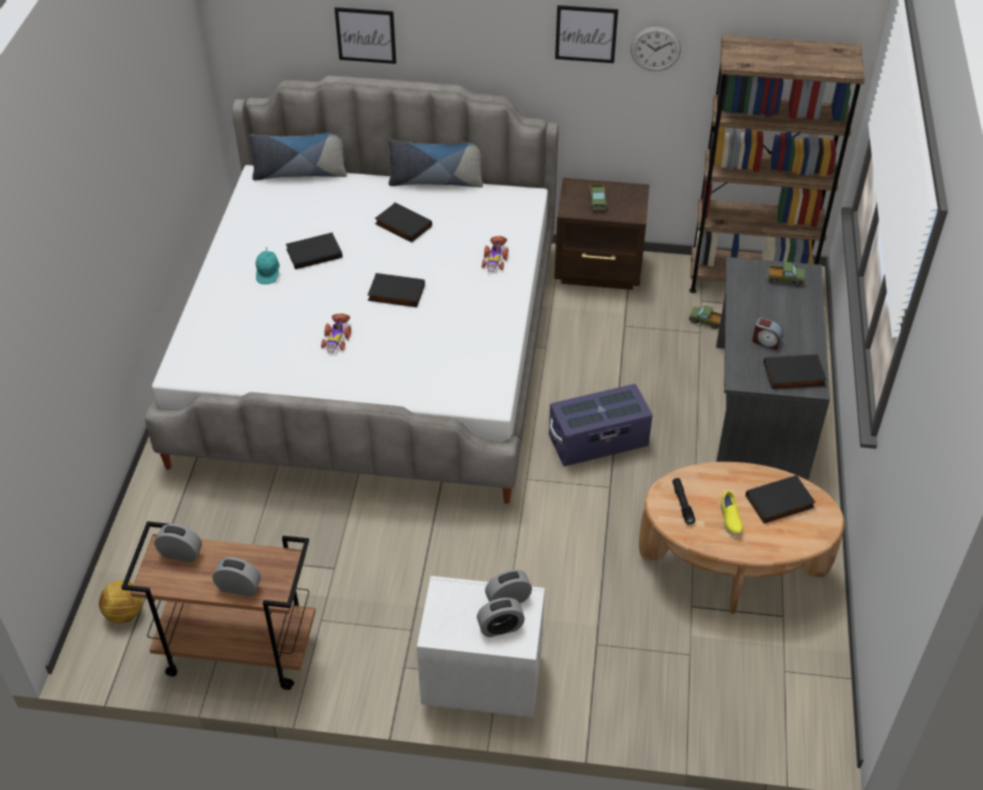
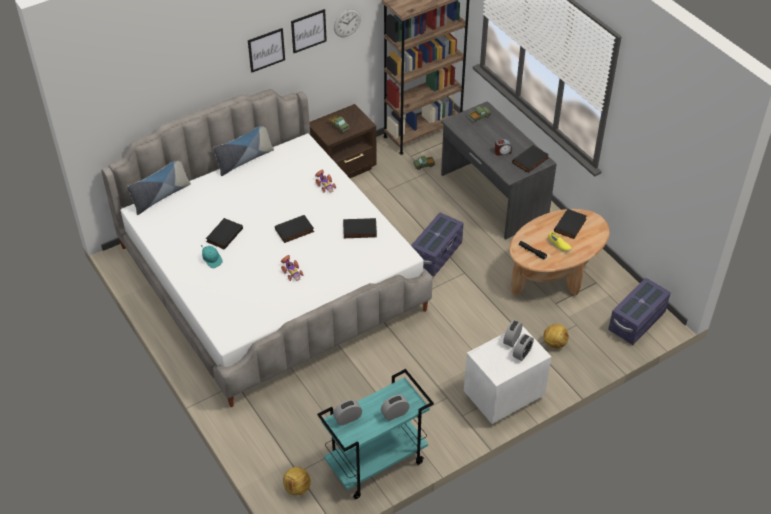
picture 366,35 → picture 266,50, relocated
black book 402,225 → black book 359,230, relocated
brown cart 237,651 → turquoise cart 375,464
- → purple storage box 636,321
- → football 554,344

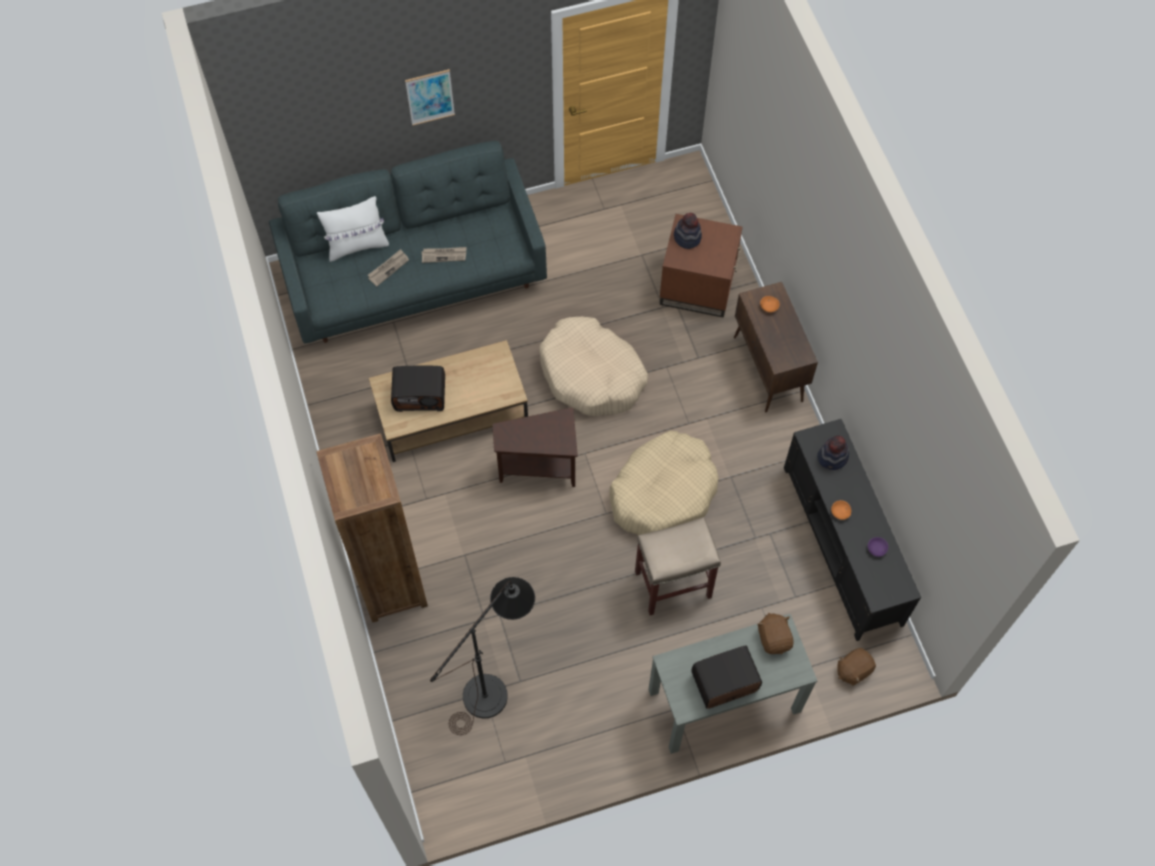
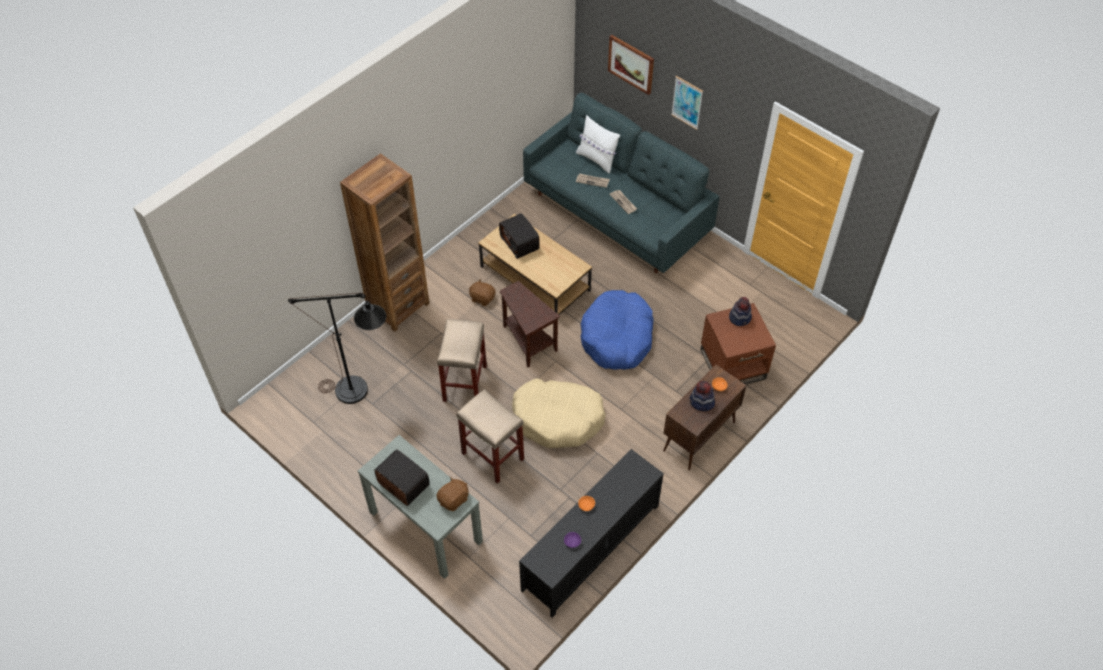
beige dog bed 592,374 → blue dog bed 617,337
hat 832,457 → hat 701,402, relocated
brown plush toy 853,670 → brown plush toy 482,298, relocated
- → picture 631,64
- → beige stool 465,384

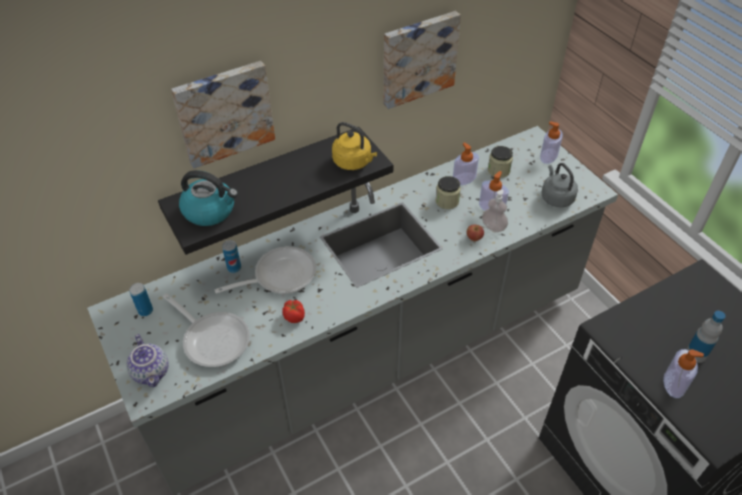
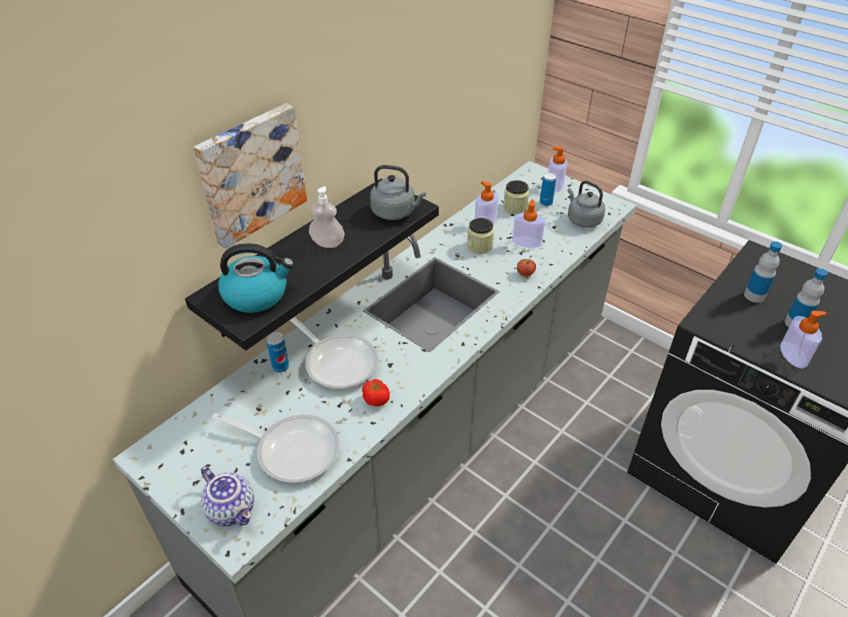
picture 418,58 → -
yellow kettle 354,162 → grey kettle 395,212
soap dispenser 493,227 → soap dispenser 327,243, relocated
frying pan 279,276 → frying pan 337,361, 90 degrees clockwise
can 145,311 → can 546,203, relocated
- → bottle 754,296

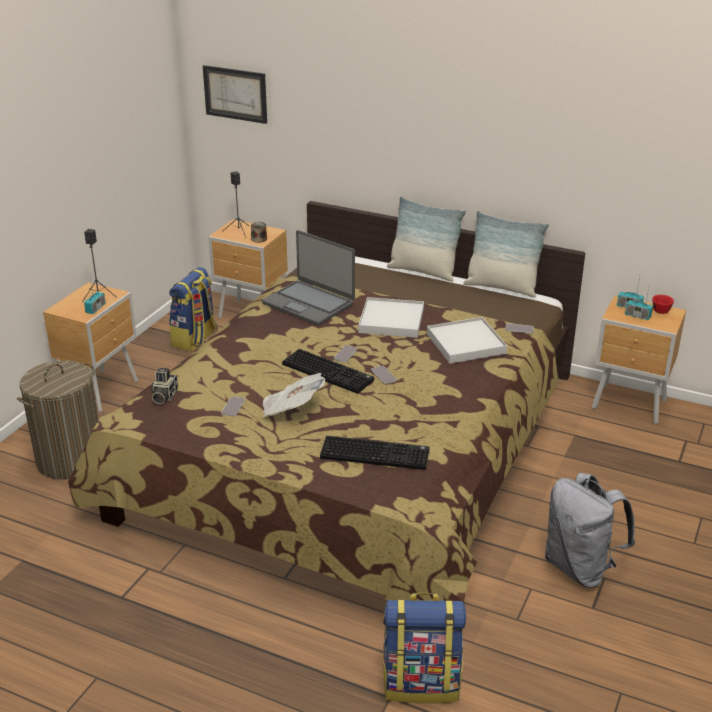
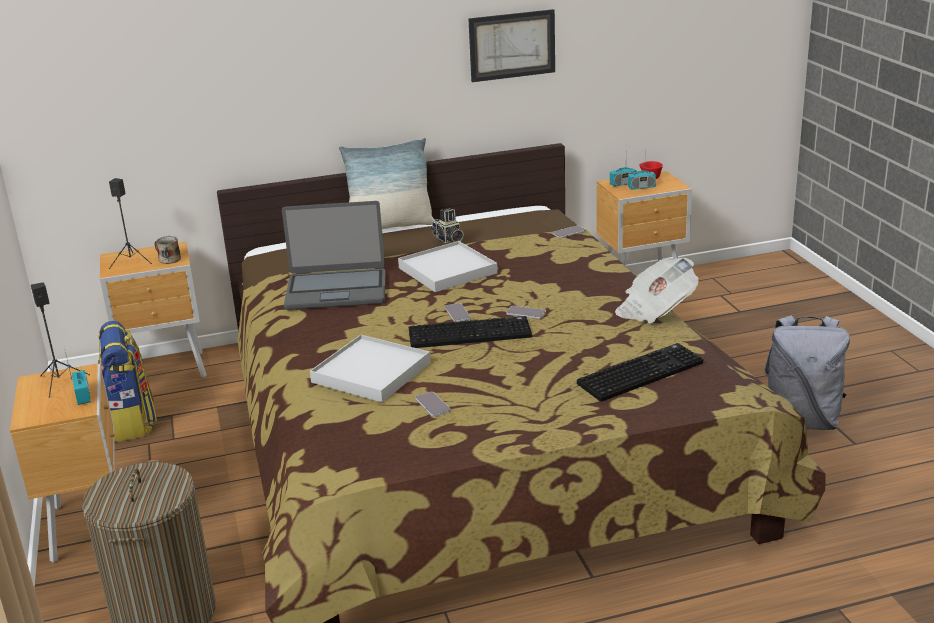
picture 235,94 → picture 512,45, relocated
pillow 501,287 → -
white tray 465,343 → white tray 371,373, relocated
photo camera 163,396 → photo camera 448,239, relocated
newspaper 291,409 → newspaper 655,310, relocated
backpack 422,683 → -

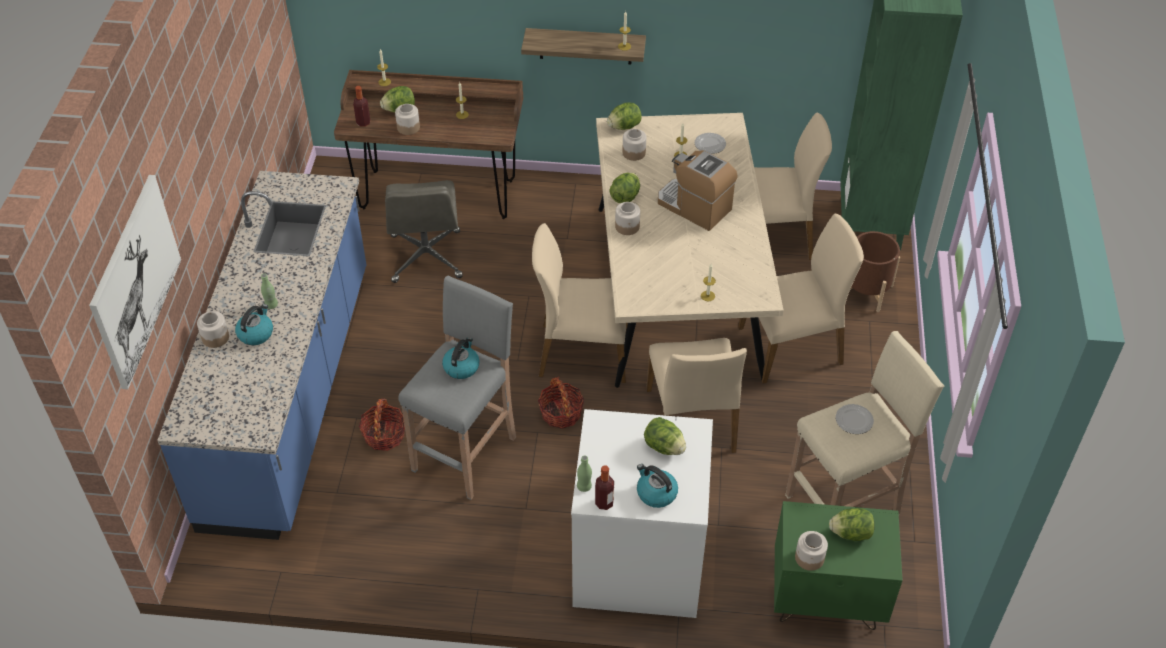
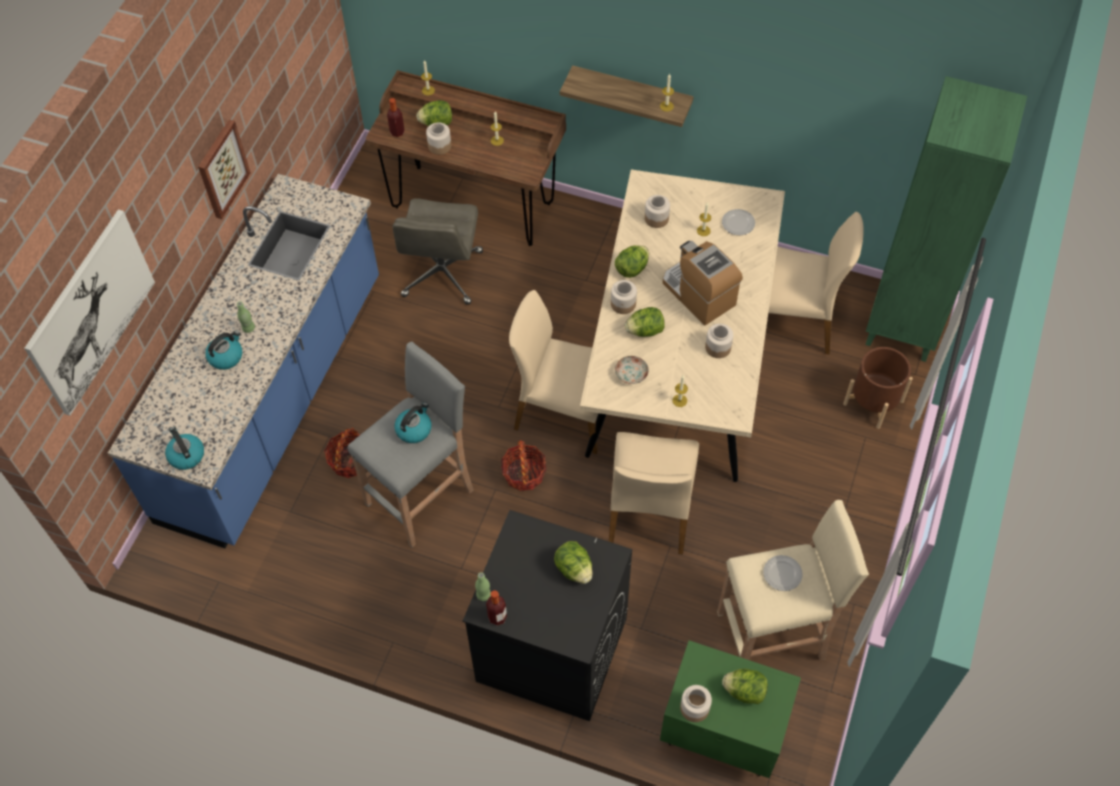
lettuce 624,126 → lettuce 645,330, relocated
beige chair 792,346 → -
jar 215,337 → jar 718,347, relocated
white washing machine 637,562 → black washing machine 550,649
kettle 656,493 → kettle 186,455, relocated
- → picture 222,169
- → plate 631,374

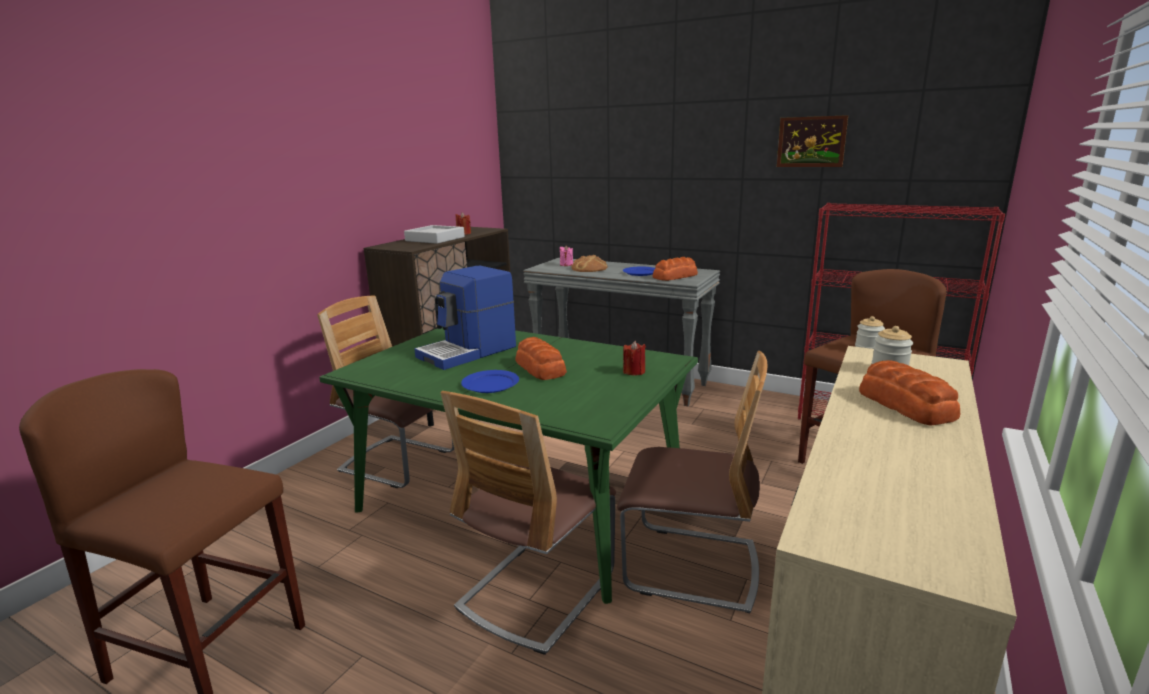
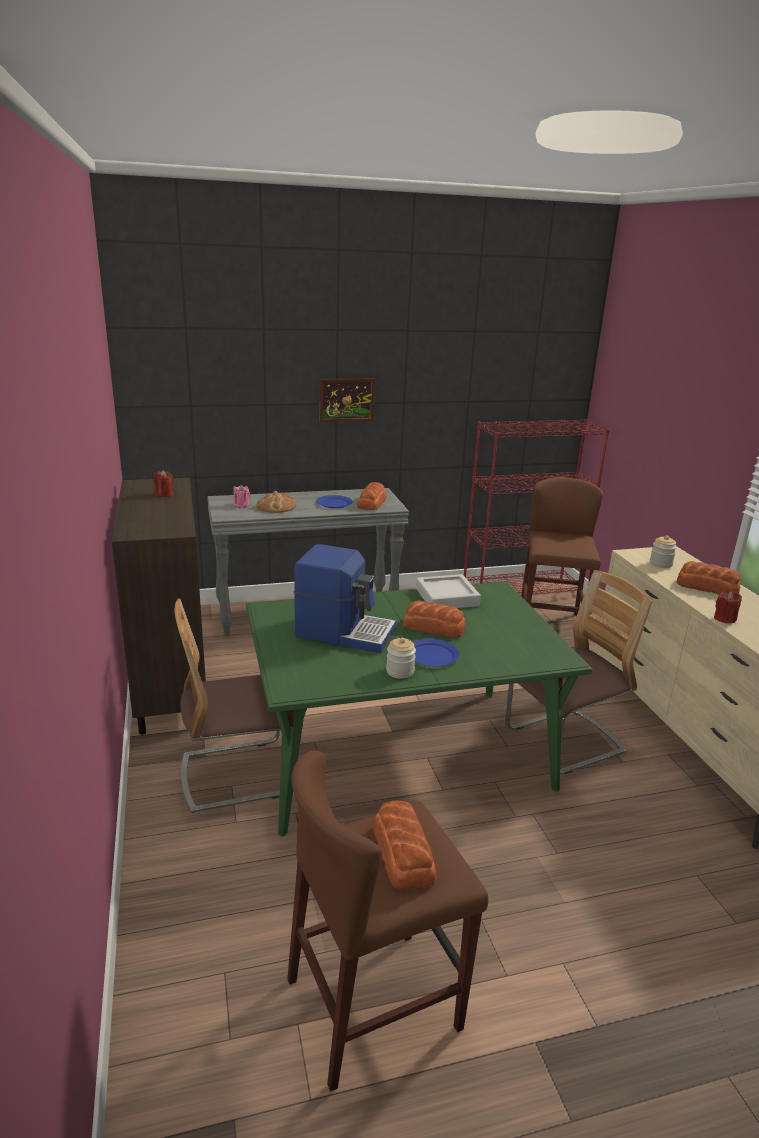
picture 811,142 → picture 346,400, relocated
grey tray 435,239 → grey tray 447,597, relocated
coffee machine 468,352 → coffee machine 345,632, 75 degrees counterclockwise
jar 868,348 → jar 400,671, relocated
red candle 634,372 → red candle 724,619, relocated
chair 537,591 → -
- → bread 403,852

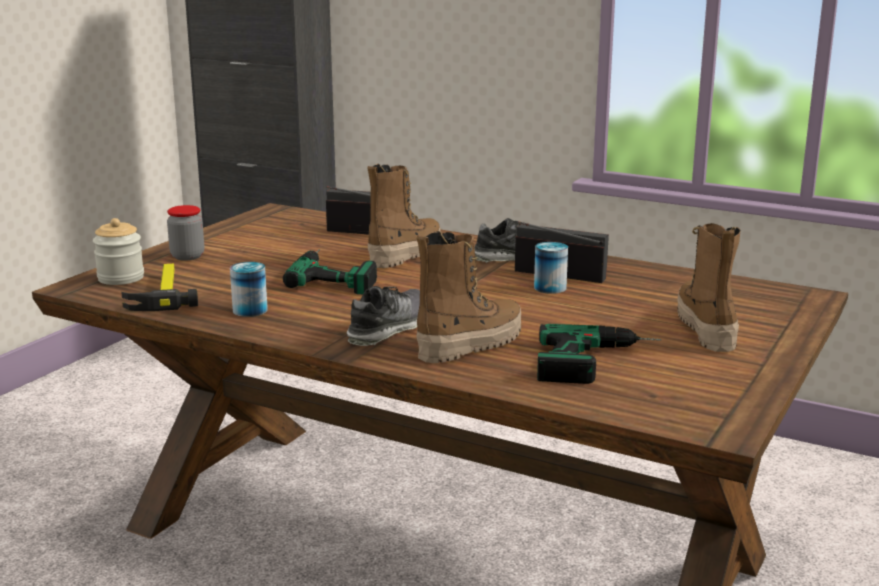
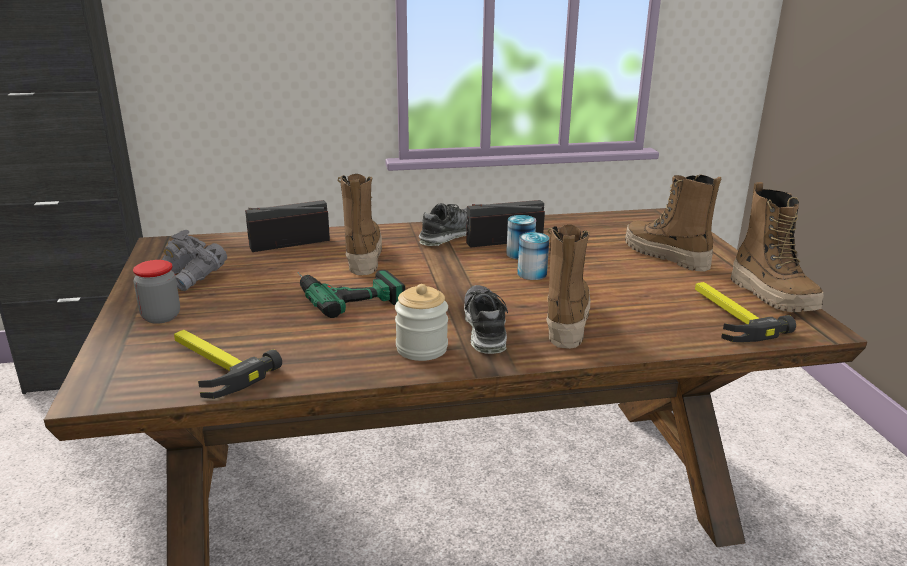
jar 121,278 → jar 421,348, relocated
can 250,310 → can 532,274, relocated
power drill 599,362 → -
- → boot 772,296
- → grey binoculars 191,278
- → hammer 727,316

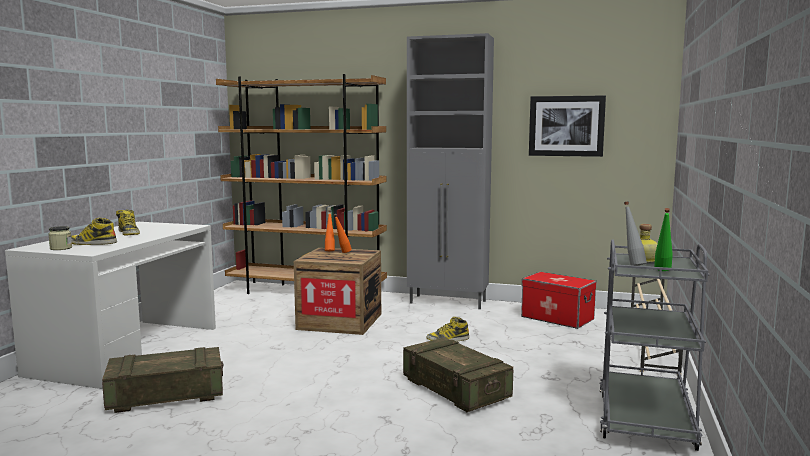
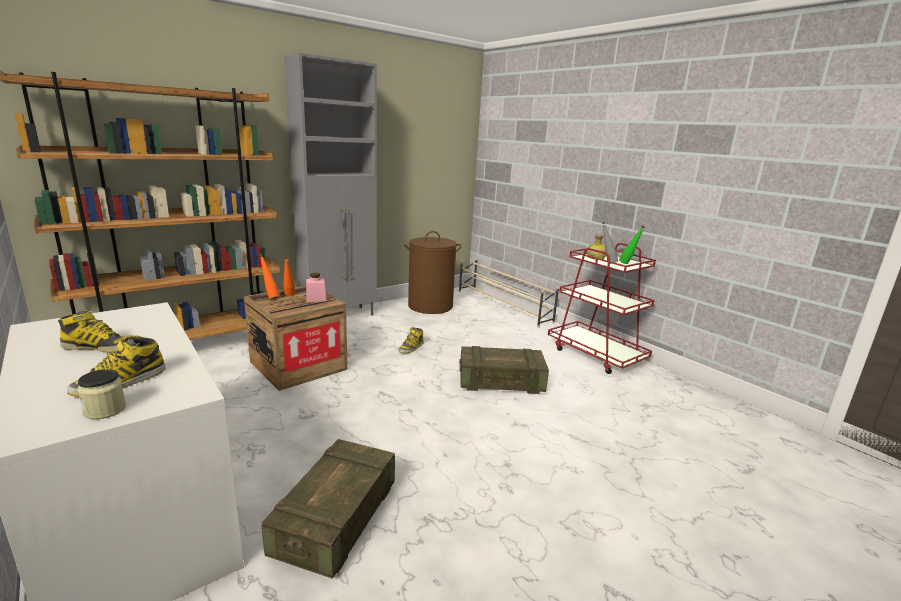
picture 566,126 → -
grey cart 645,419 → red cart 596,354
storage box 557,318 → brown laundry basket 430,306
- → pink jar 316,299

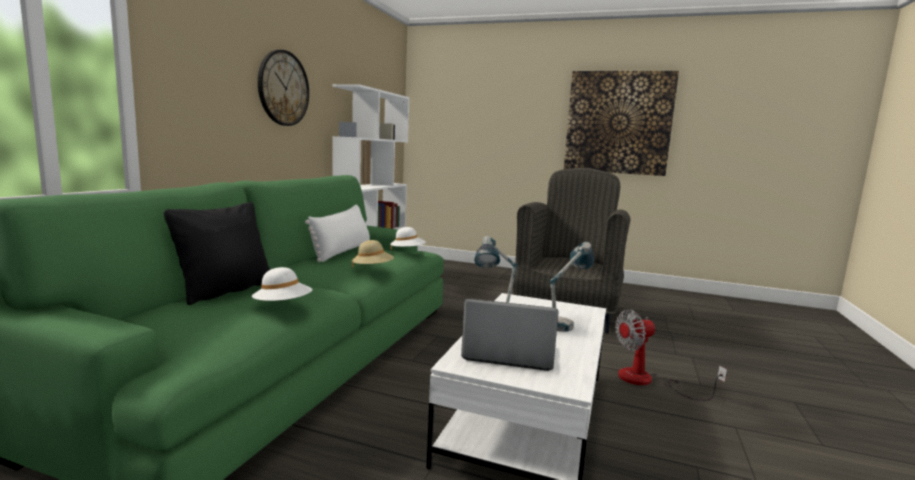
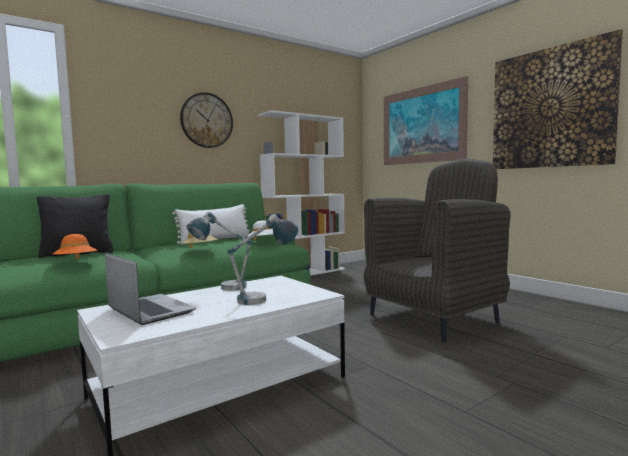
white hat 283,306 → orange hat 76,262
fan 647,381 → -
- → picture 422,125

